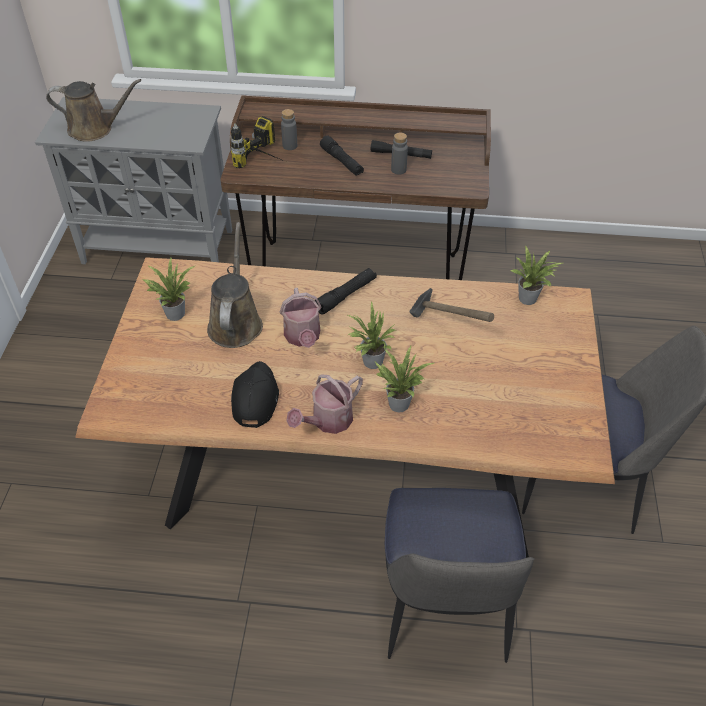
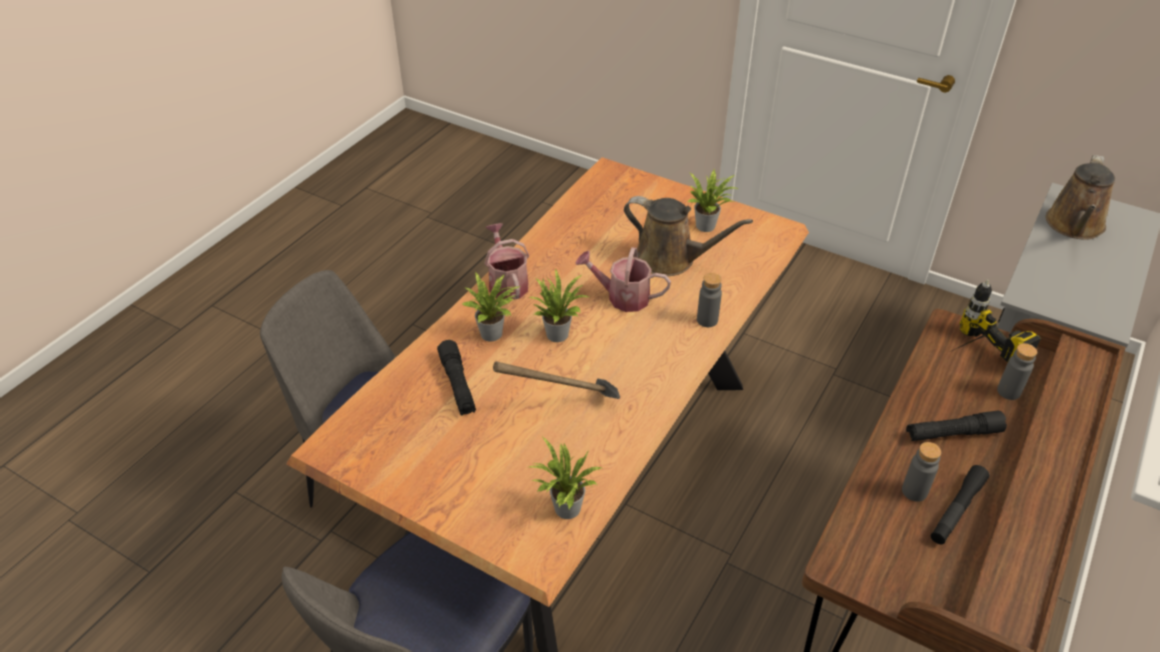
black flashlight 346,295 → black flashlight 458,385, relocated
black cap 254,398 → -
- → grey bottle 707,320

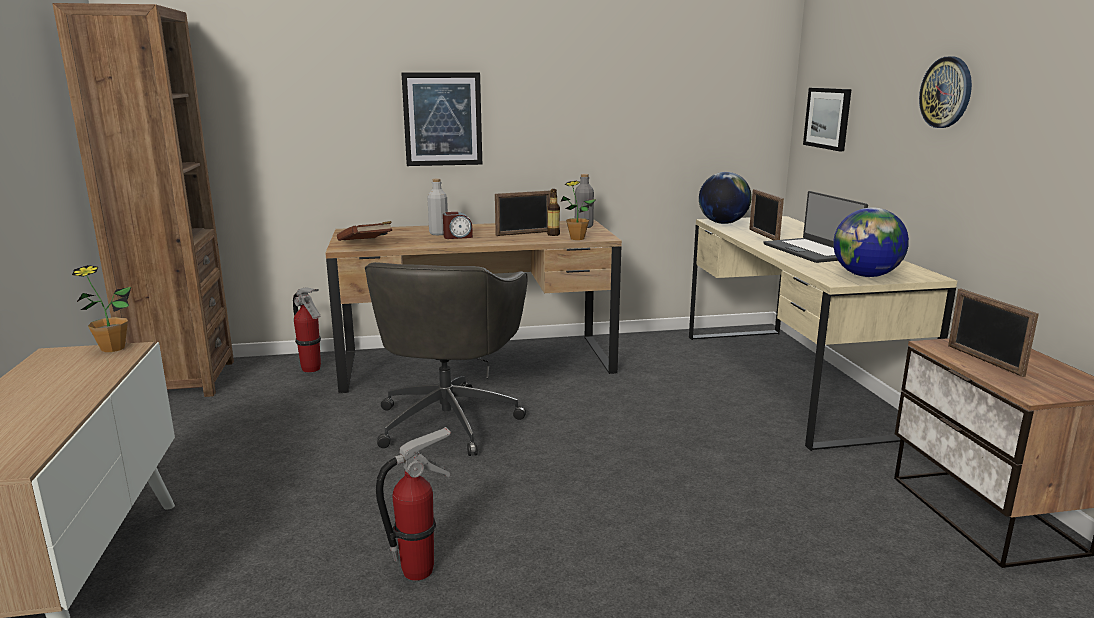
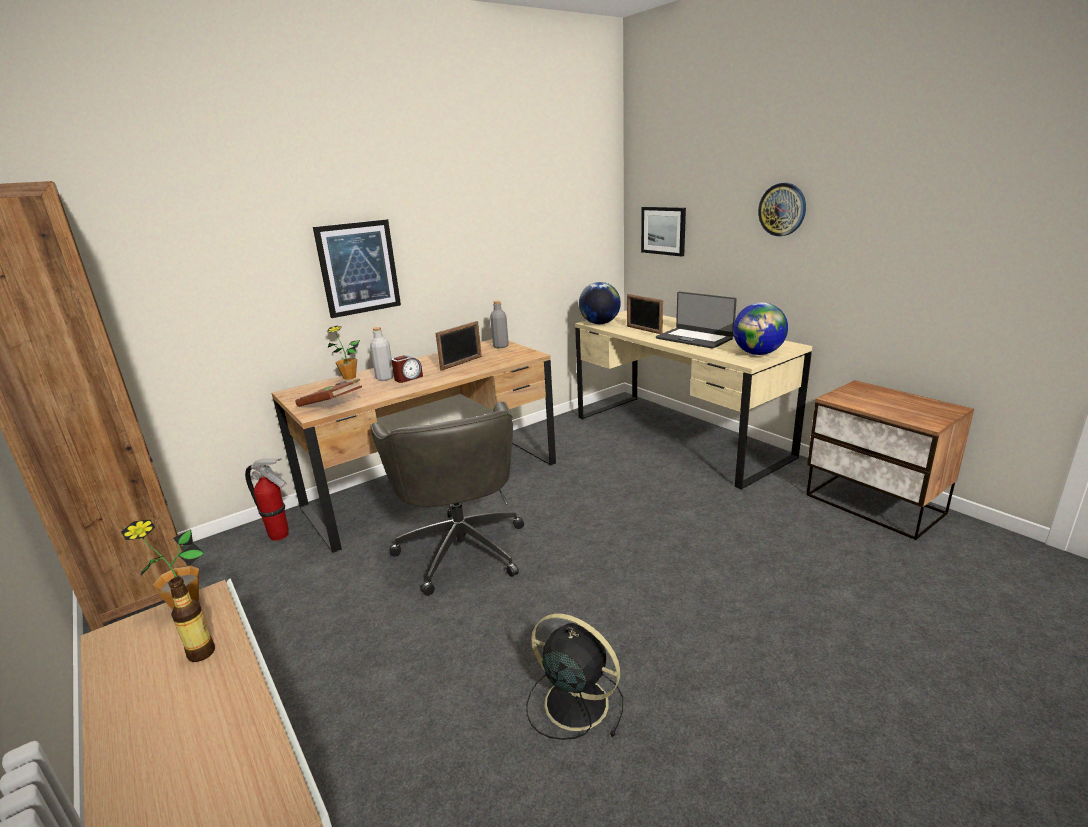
potted plant 577,238 → potted plant 349,377, relocated
bottle 553,234 → bottle 201,653, relocated
picture frame 984,360 → -
fire extinguisher 419,571 → black fan 573,702

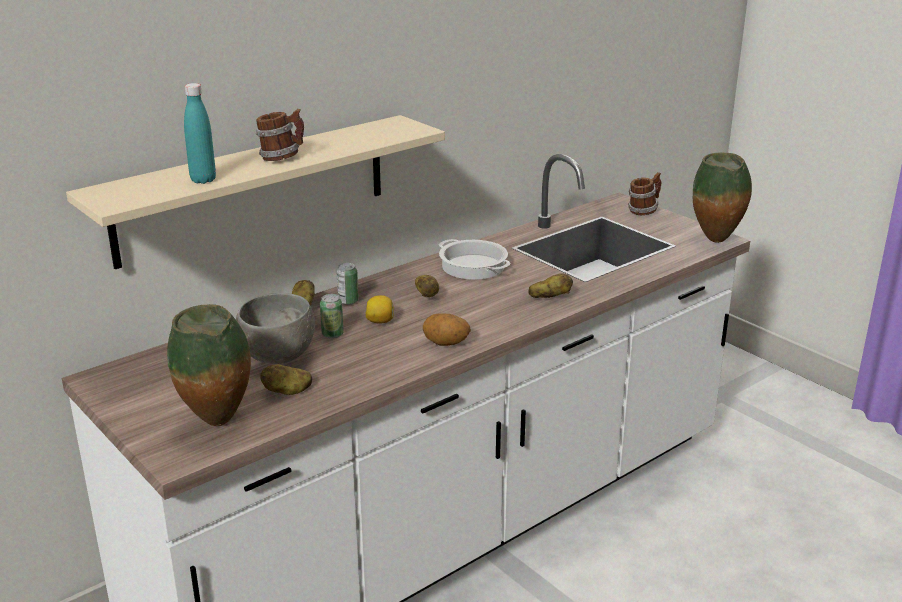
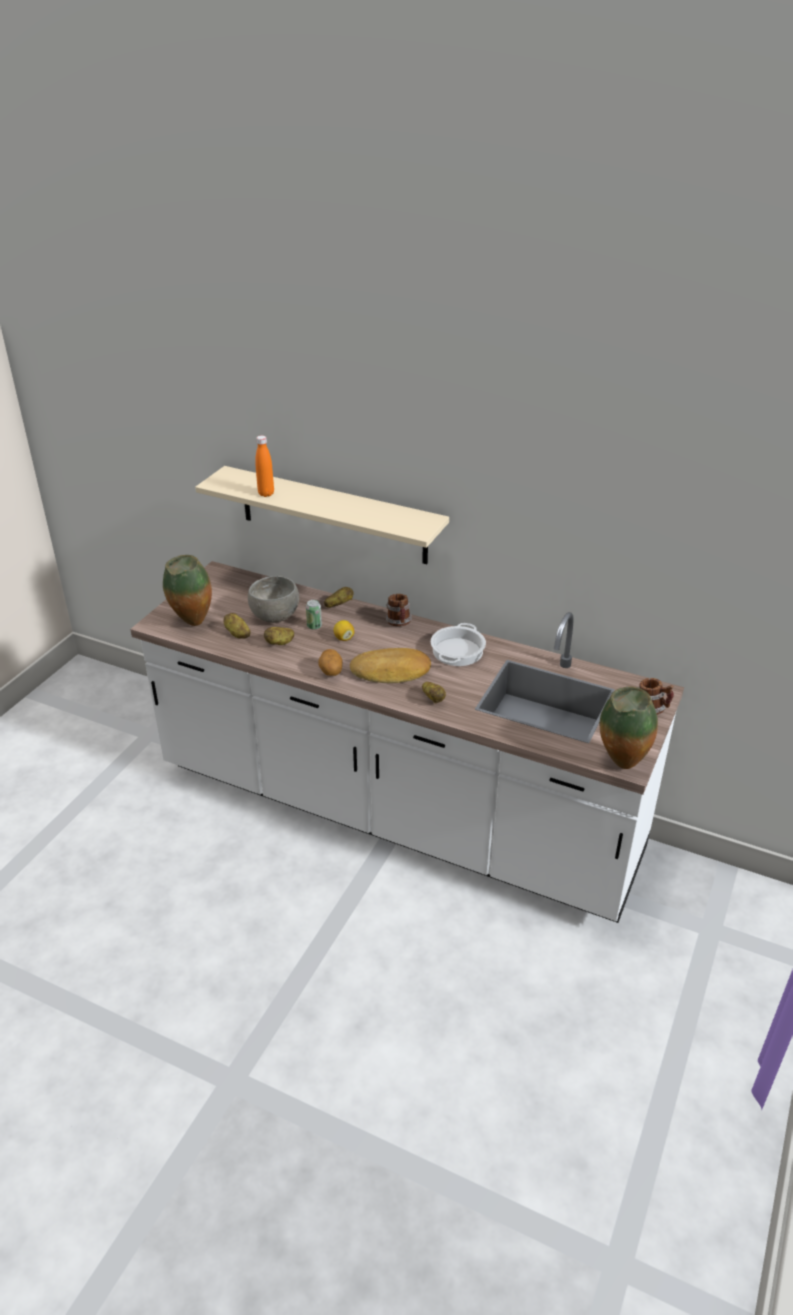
turquoise bottle 203,180 → orange bottle 266,494
mug 282,157 → mug 399,623, relocated
can 348,301 → -
potato 427,295 → potato 280,643, relocated
- → bread 391,672

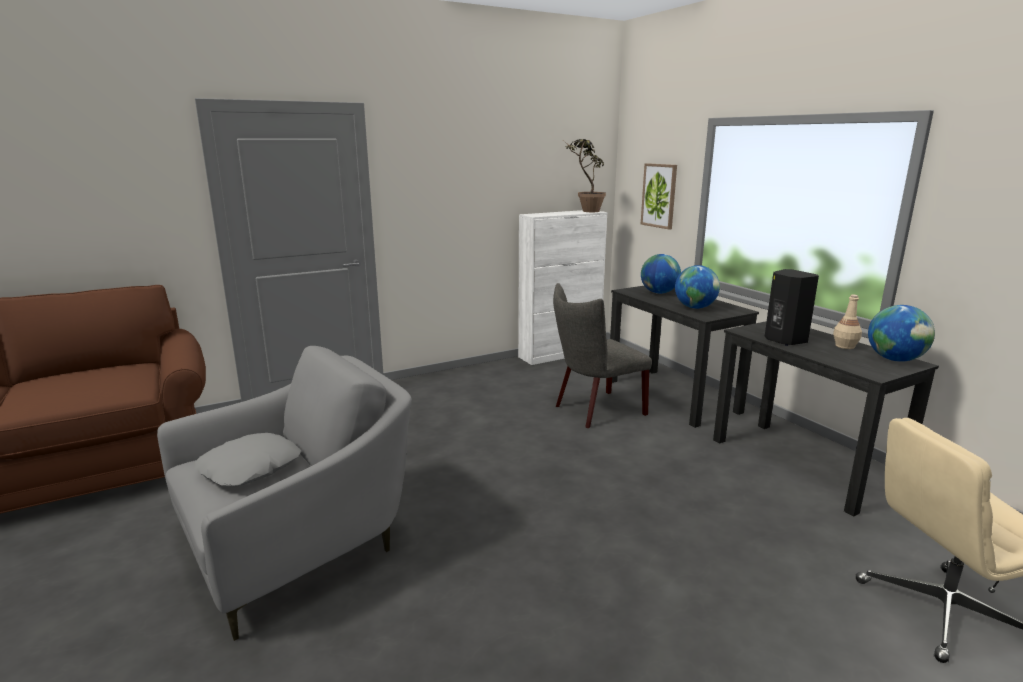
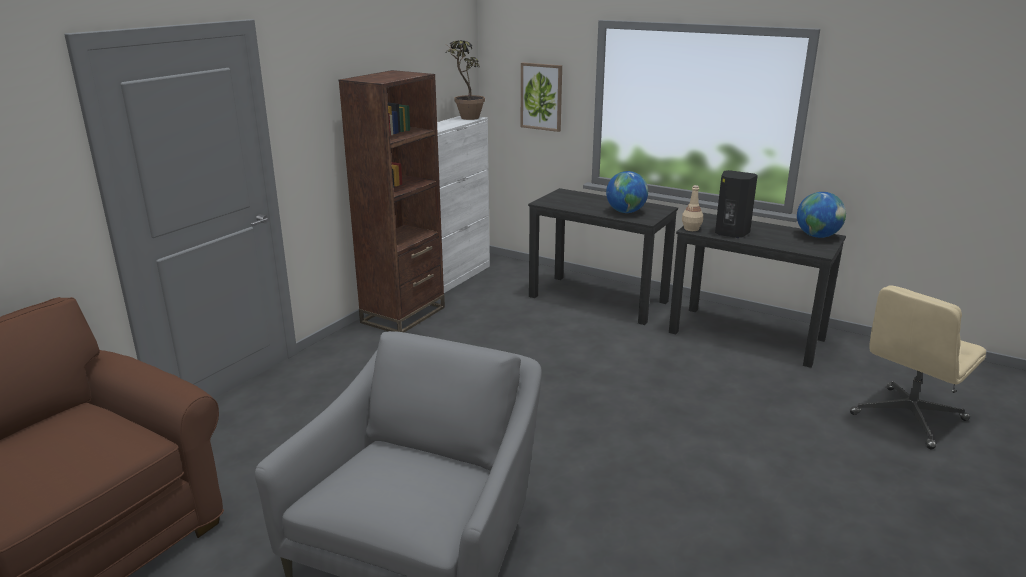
globe 659,293 → -
grey chair 595,411 → -
beige bottle 844,346 → beige bottle 691,229, relocated
grey pillow 250,468 → -
- → brown bookcase 403,315

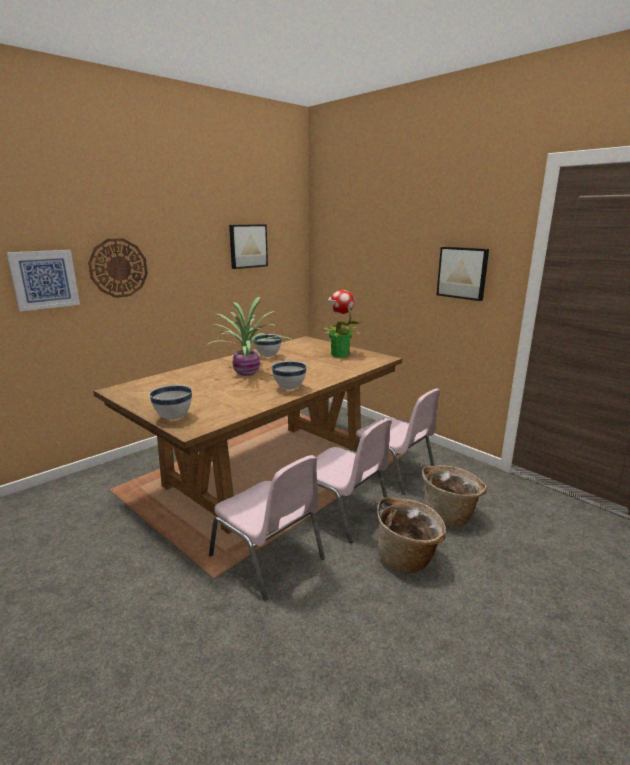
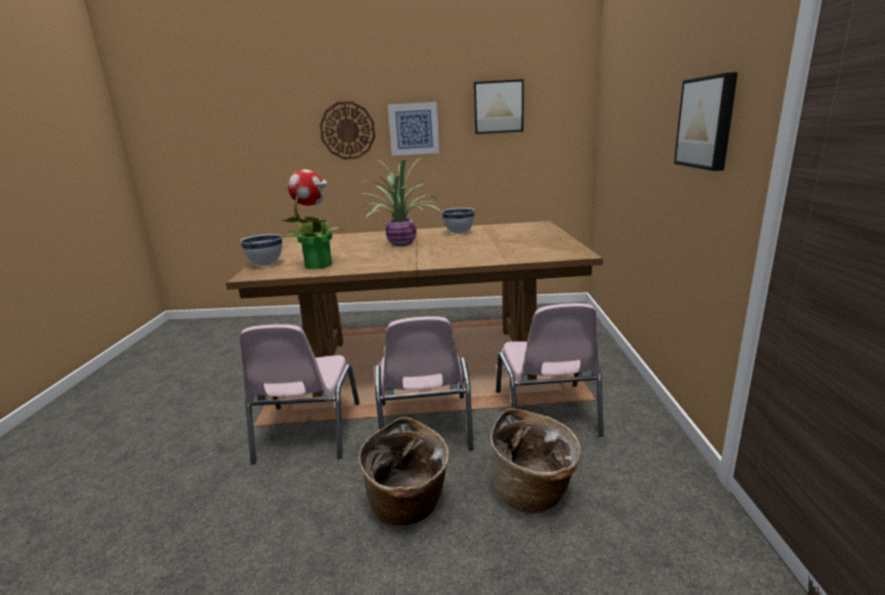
picture 44,279 → picture 414,129, relocated
potted plant 339,354 → potted plant 319,265, relocated
white bowl 289,388 → -

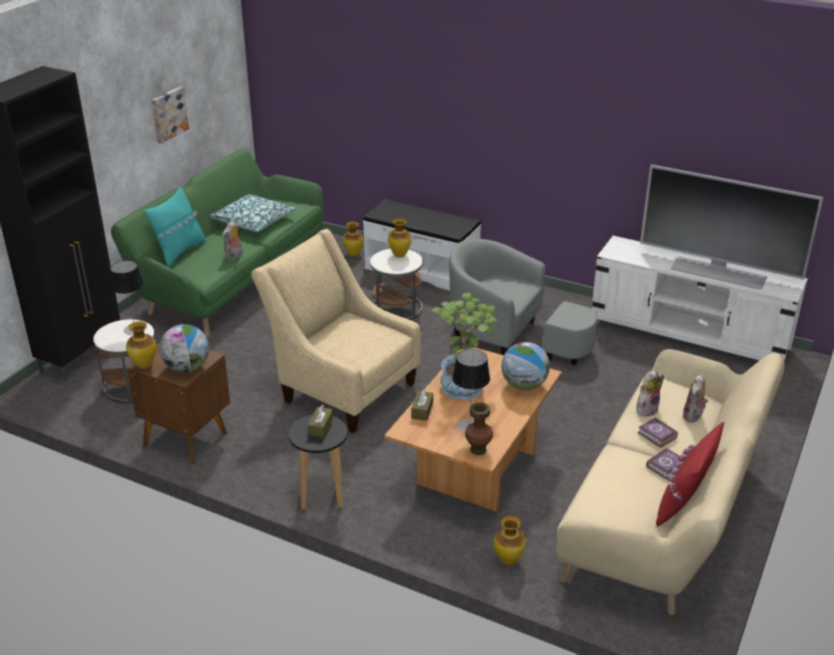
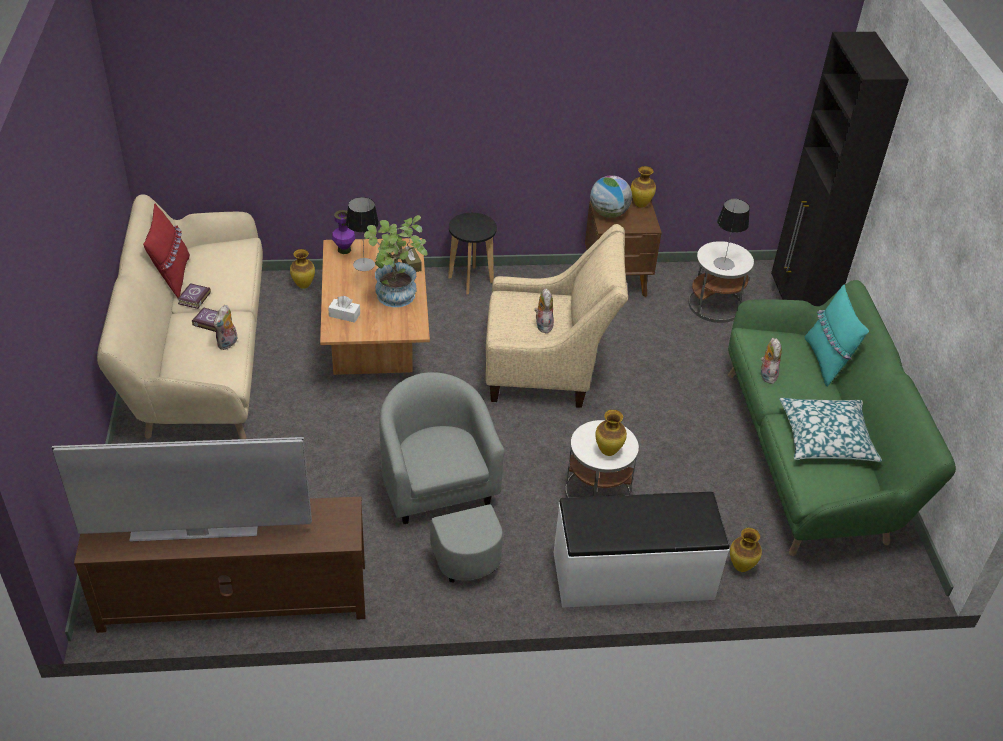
picture 168,114 → -
white tv stand 689,336 → brown tv stand 233,598
grey armchair 510,336 → grey armchair 443,504, 105 degrees counterclockwise
globe 524,385 → white tissue box 344,315
plush toy 693,417 → plush toy 542,325, relocated
brown vase 478,449 → purple vase 344,250
brown tissue box 320,427 → -

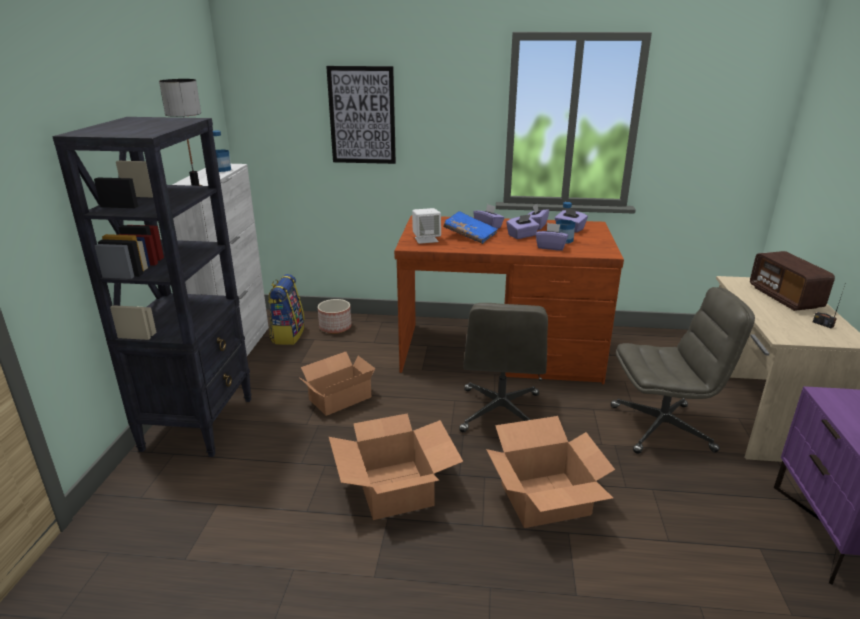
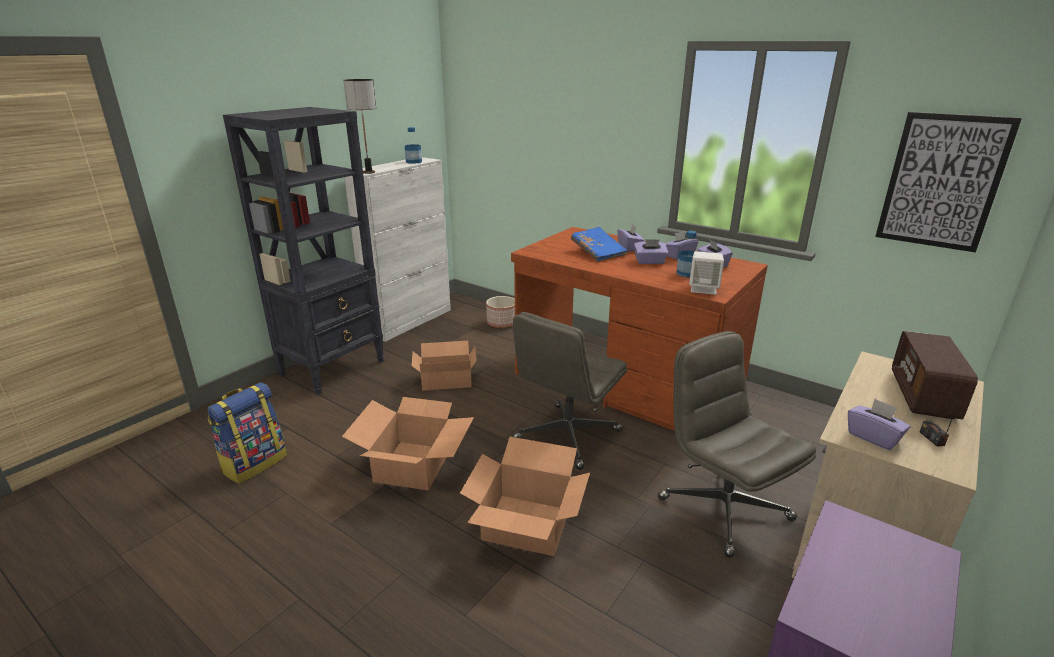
picture 362,115 → picture 942,182, relocated
white speaker 426,239 → white speaker 703,289, relocated
purple tissue box 551,247 → purple tissue box 873,437, relocated
backpack 287,335 → backpack 254,463, relocated
grey office chair 662,428 → grey office chair 723,508, 150 degrees counterclockwise

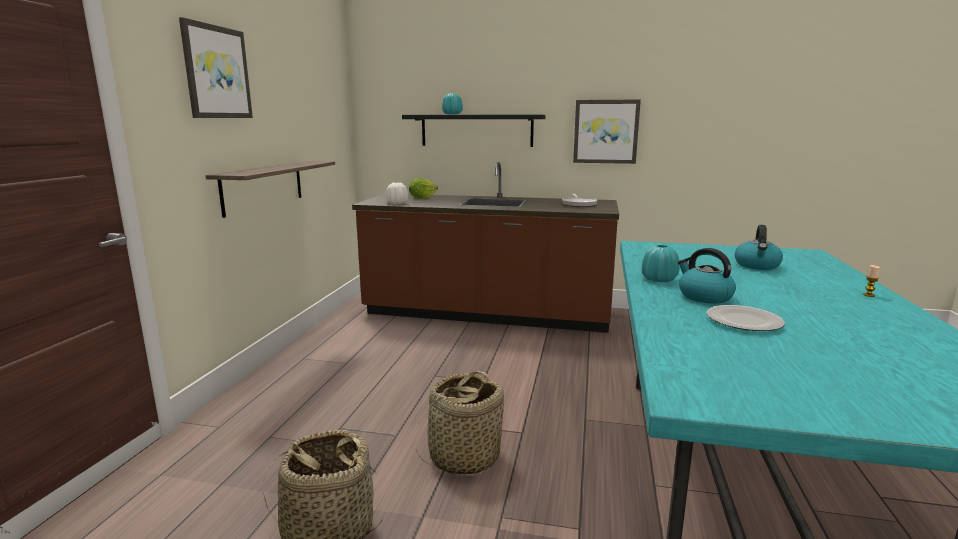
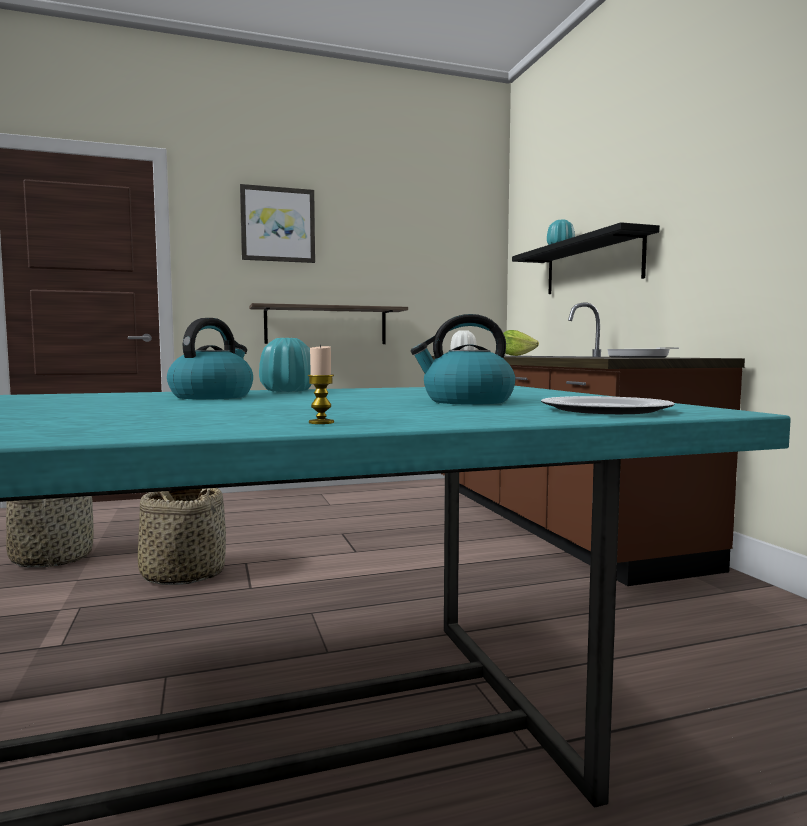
picture 606,131 → -
plate 743,321 → plate 603,410, relocated

